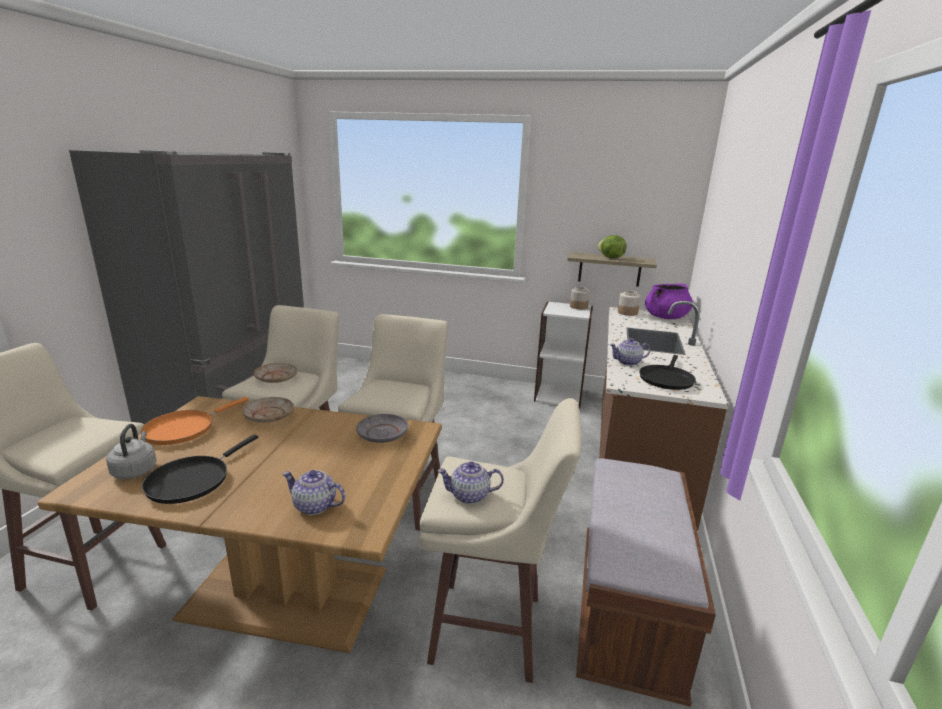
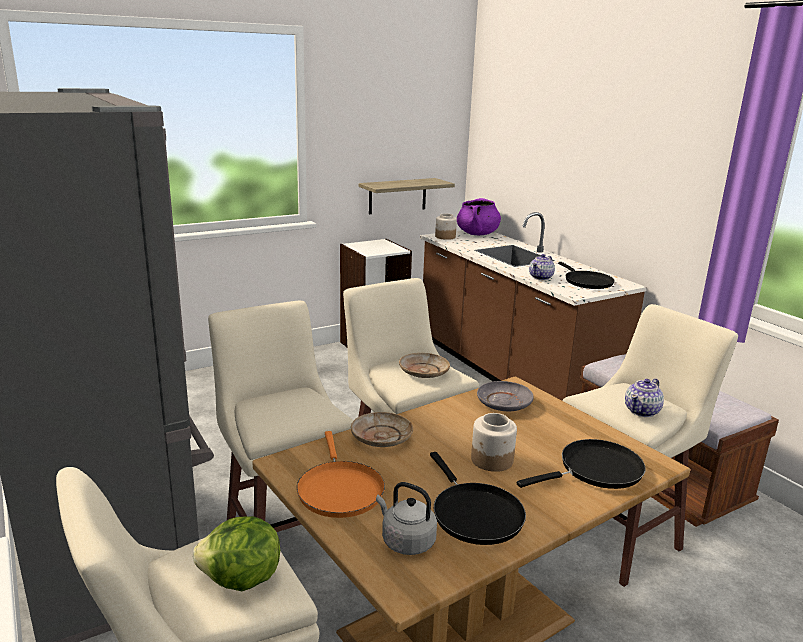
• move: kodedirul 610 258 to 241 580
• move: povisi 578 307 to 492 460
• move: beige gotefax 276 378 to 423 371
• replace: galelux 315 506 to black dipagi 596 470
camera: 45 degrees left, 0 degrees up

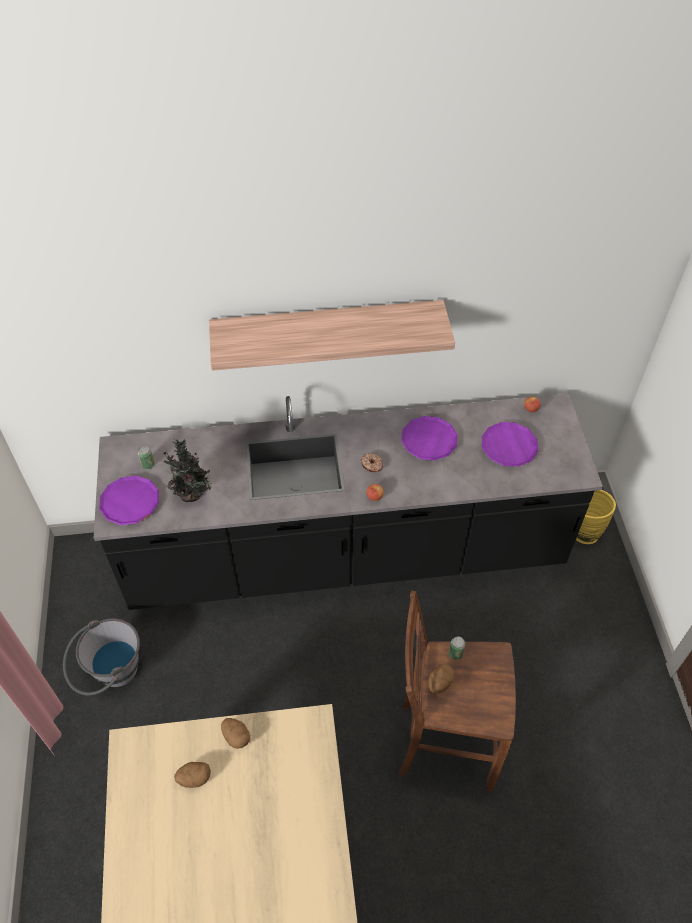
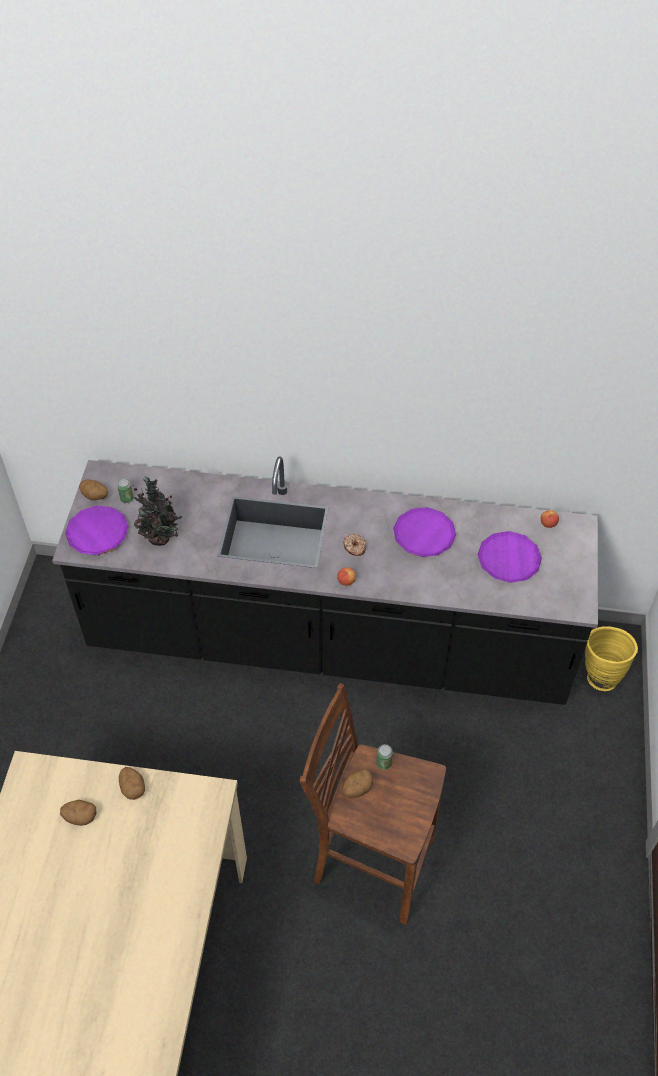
• delete: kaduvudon 327 329
• delete: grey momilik 110 673
• insert: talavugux 95 496
camera: 15 degrees right, 0 degrees up

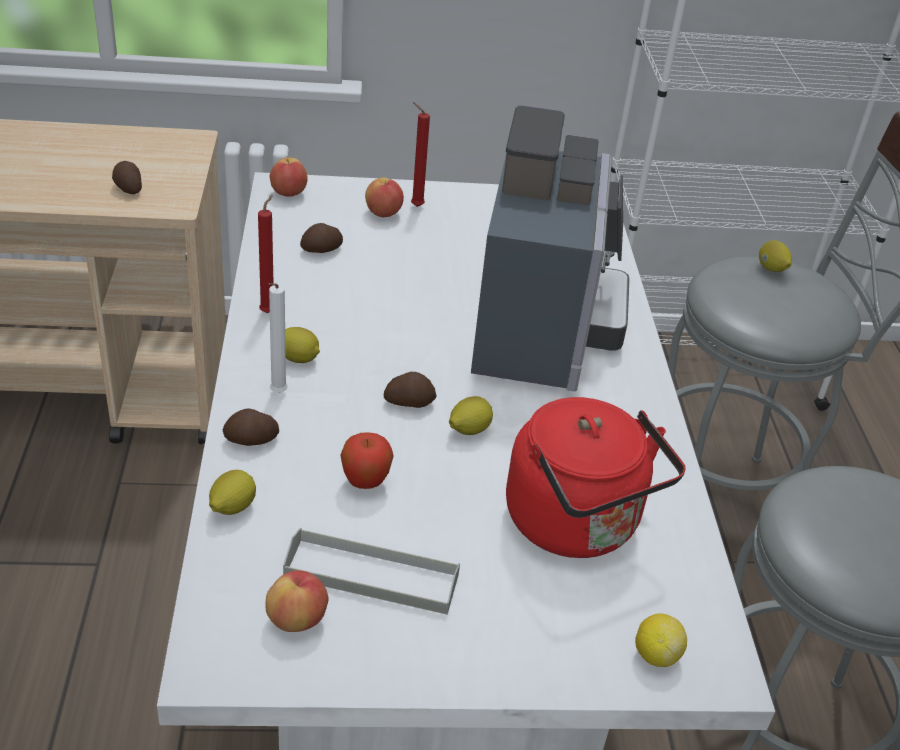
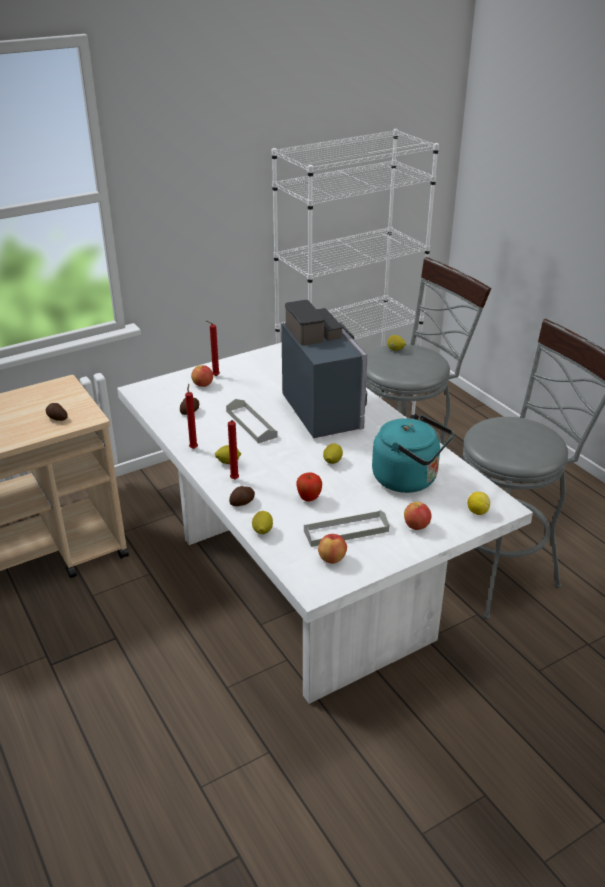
• move: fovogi 289 193 to 416 526
• recolor: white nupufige 277 394 to red nupufige 234 480
• delete: talavugux 409 401
• recolor: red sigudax 577 525 to turquoise sigudax 409 479
• insert: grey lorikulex 251 424
camera: 25 degrees left, 5 degrees down

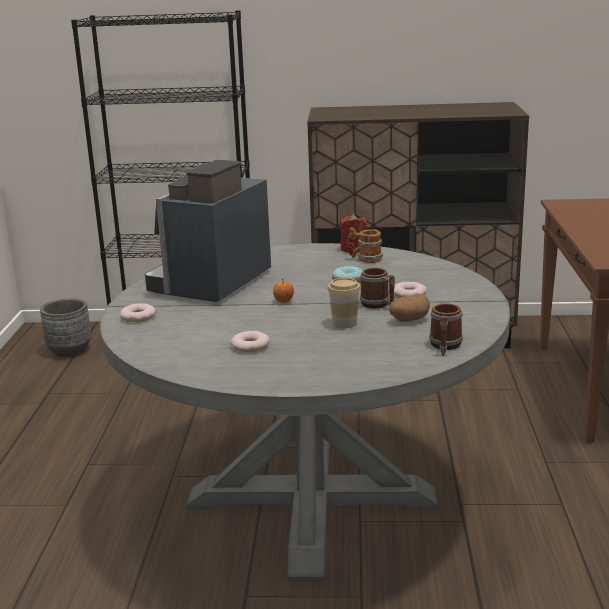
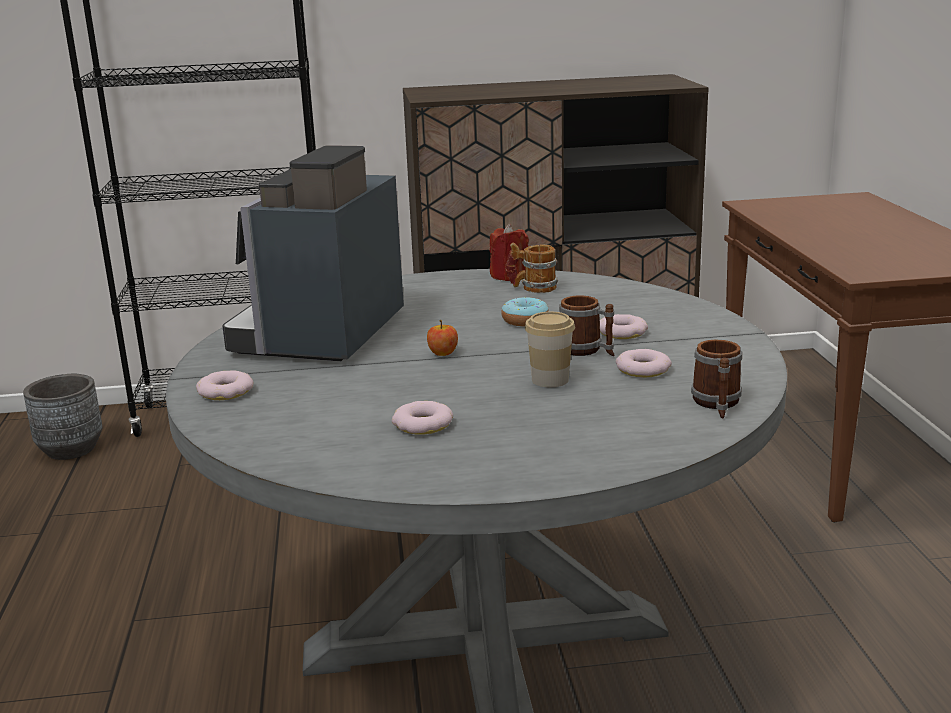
• replace: talavugux 409 320 to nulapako 642 369
camera: 10 degrees left, 0 degrees up

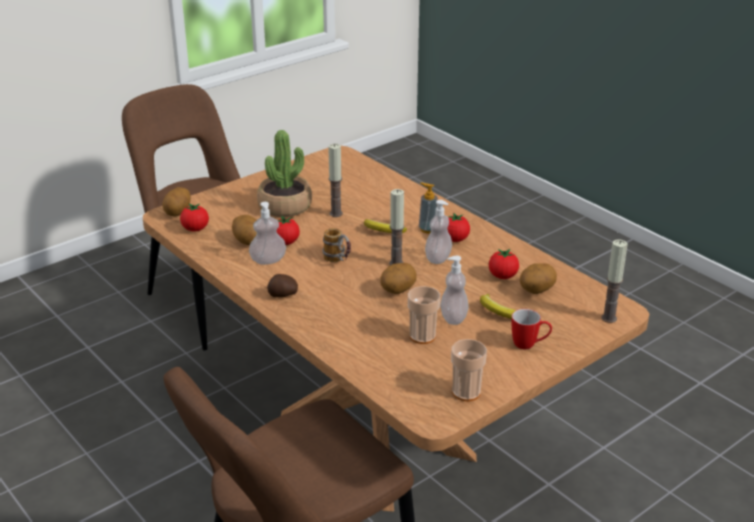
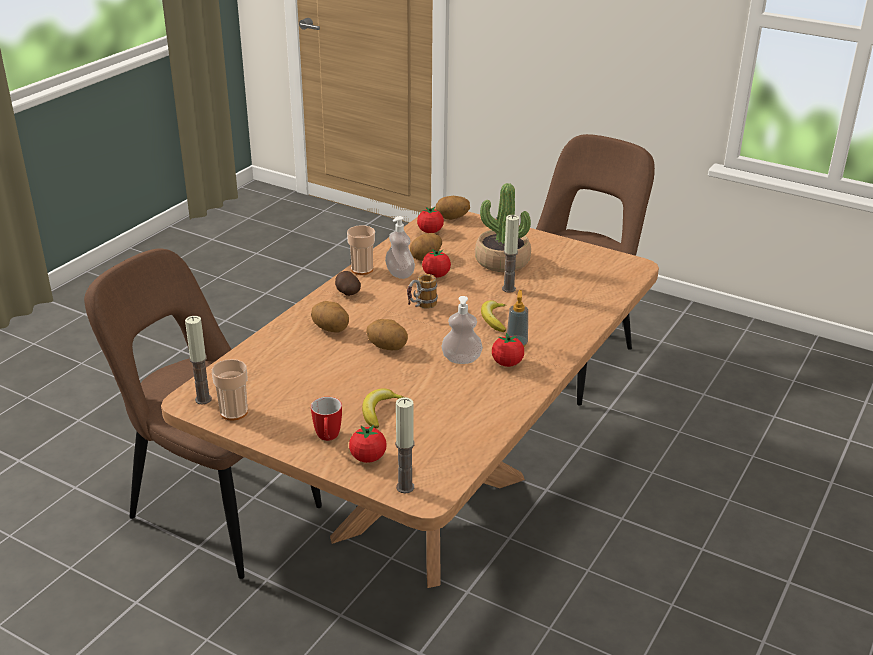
• move: nupufige 396 263 to 203 399
• move: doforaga 503 276 to 368 458
• delete: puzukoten 453 318
• move: talavugux 536 290 to 331 329
• move: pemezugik 422 336 to 362 269
camera: 70 degrees right, 0 degrees up

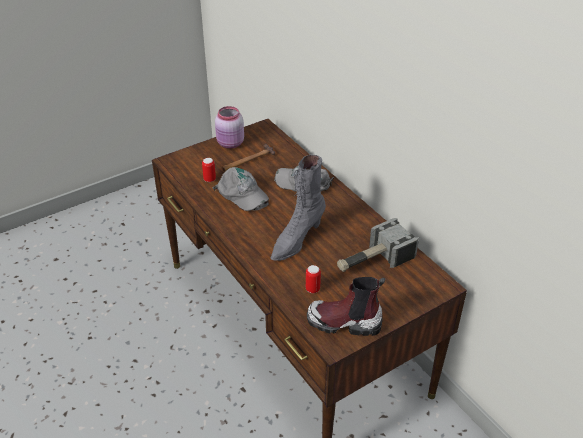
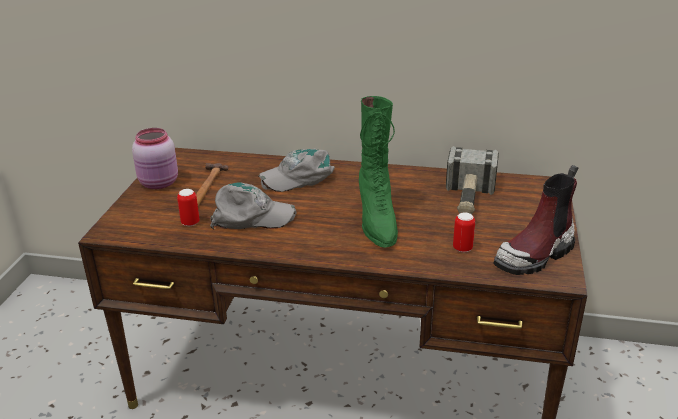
• recolor: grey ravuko 297 240 to green ravuko 377 221
camera: 45 degrees left, 10 degrees down

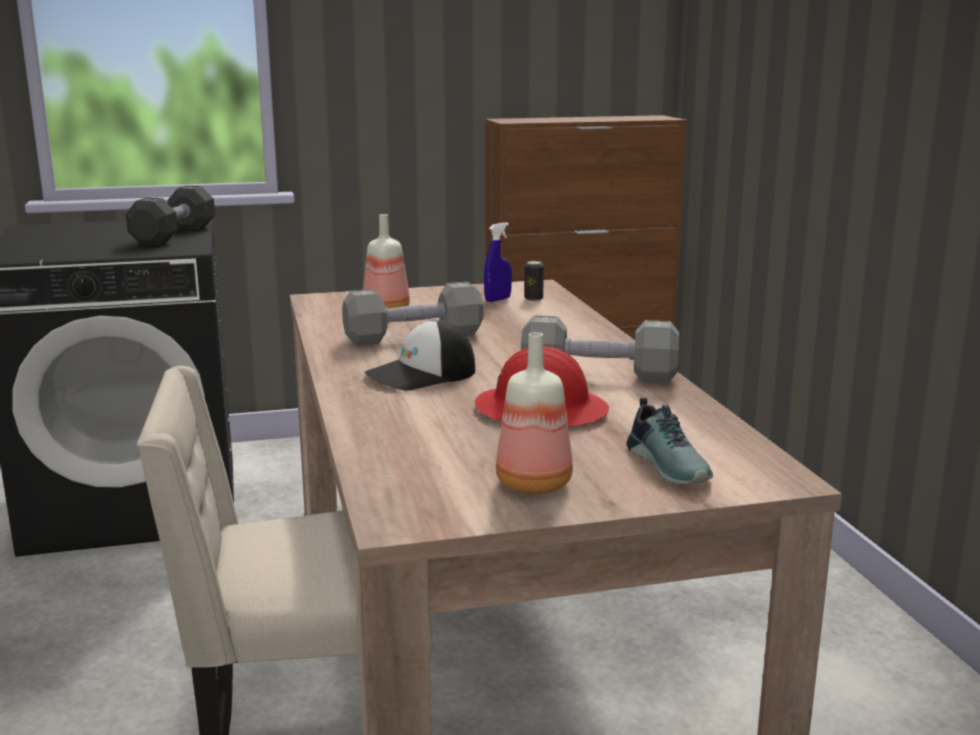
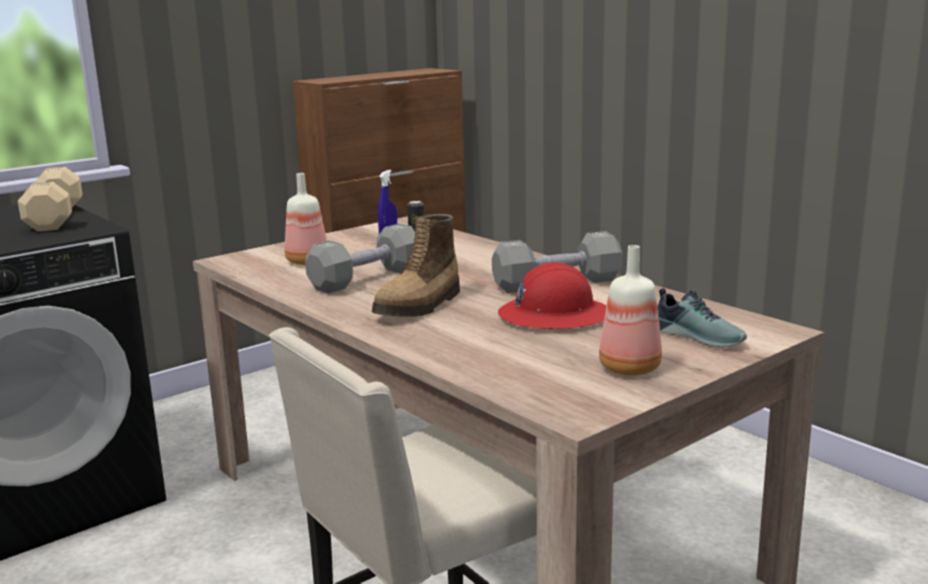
• recolor: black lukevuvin 174 235 to beige lukevuvin 55 218
• replace: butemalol 421 374 to ravuko 420 306
camera: 25 degrees left, 0 degrees up

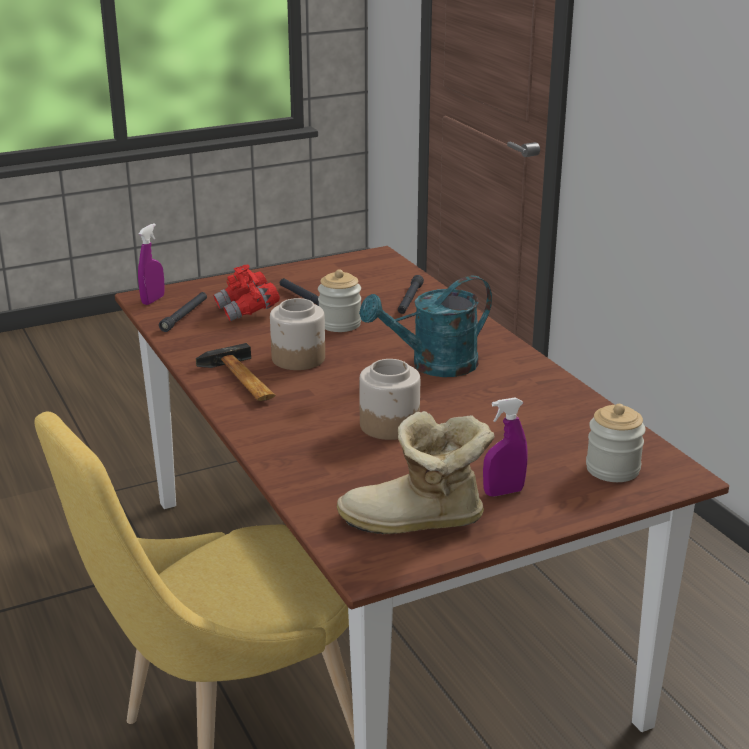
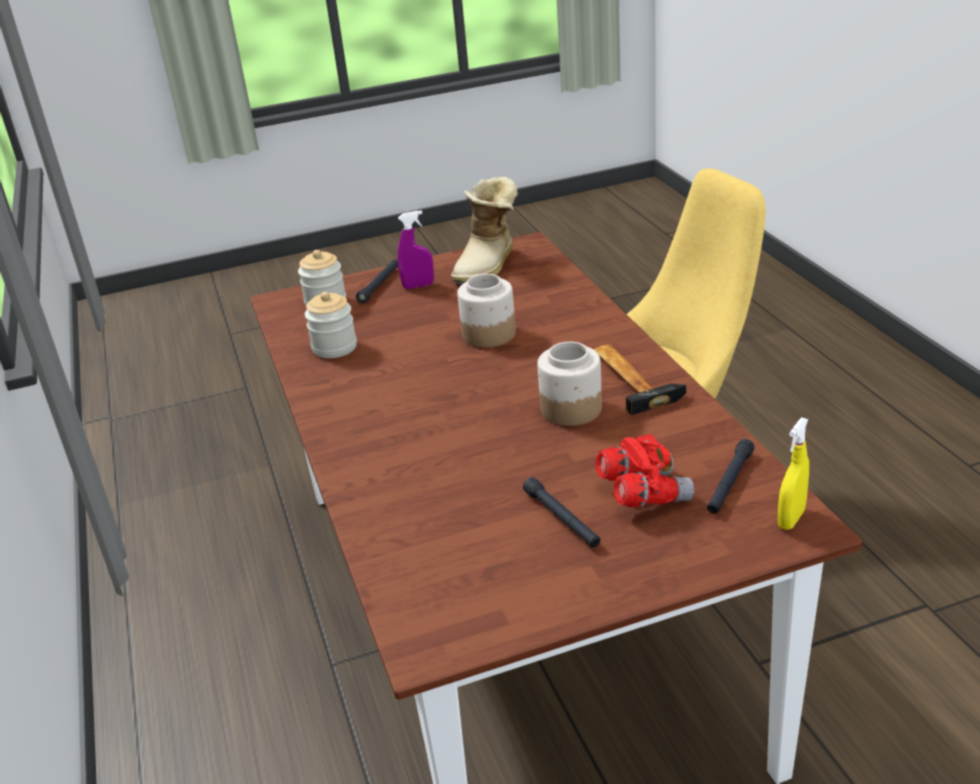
• recolor: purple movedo 153 300 to yellow movedo 791 519
• move: povisi 340 324 to 334 347
• move: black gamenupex 410 300 to 379 285
• delete: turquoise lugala 433 366
• rotate: ravuko 415 523 = 489 266 105 degrees clockwise
camera: 170 degrees left, 5 degrees up

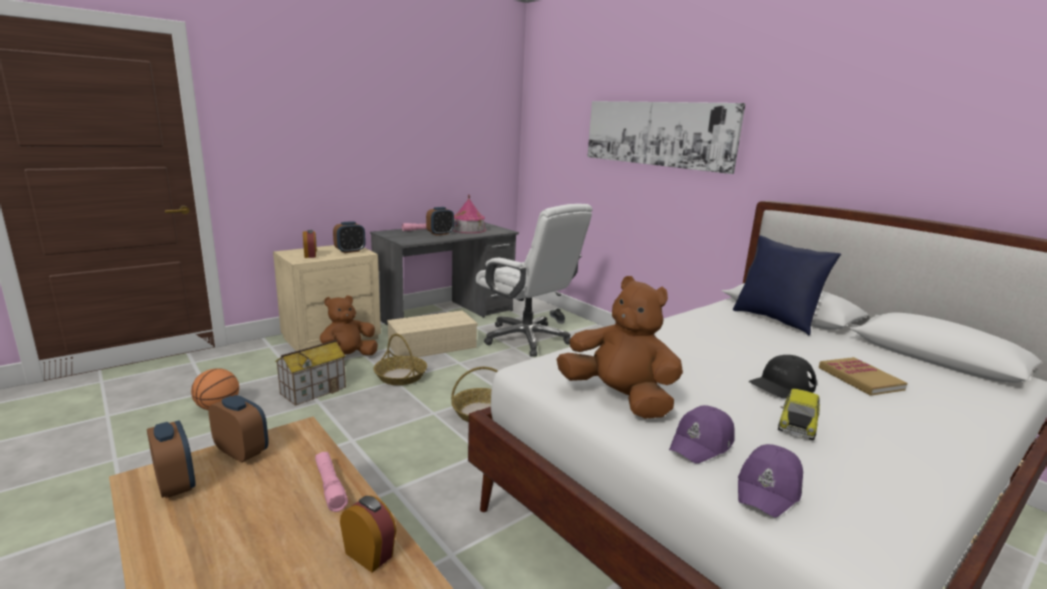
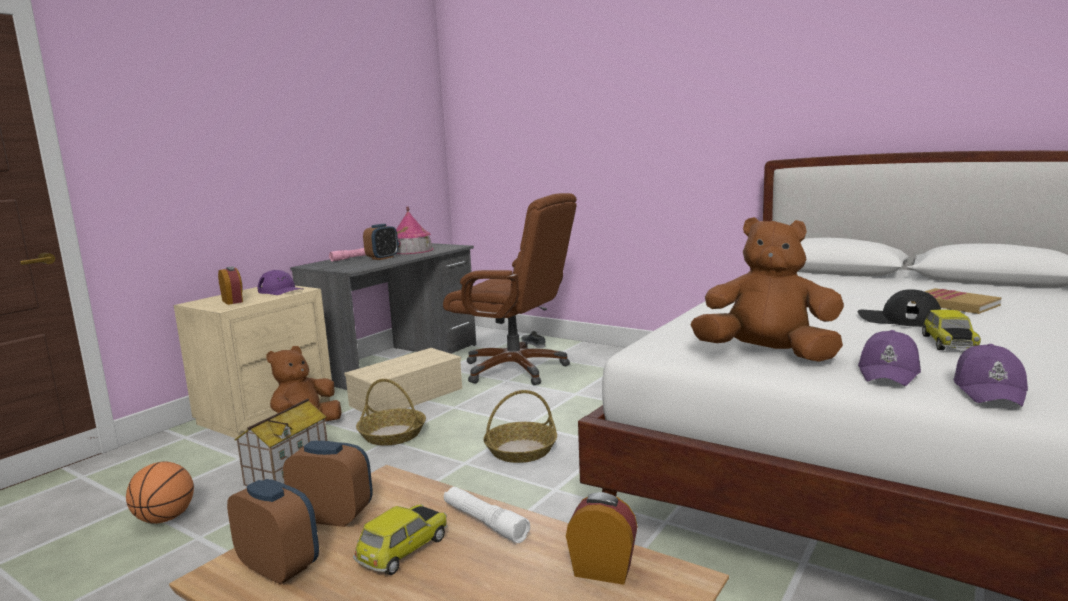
• delete: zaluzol 657 133
• recolor: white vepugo 527 339 to brown vepugo 515 369
• replace: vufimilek 350 251 to purple butemalol 280 290
• delete: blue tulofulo 775 320
• rotate: black butemalol 782 385 = 898 319 75 degrees clockwise
• recolor: pink gamenupex 330 486 to white gamenupex 484 522
• insert: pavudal 403 550
camera: 15 degrees left, 5 degrees down

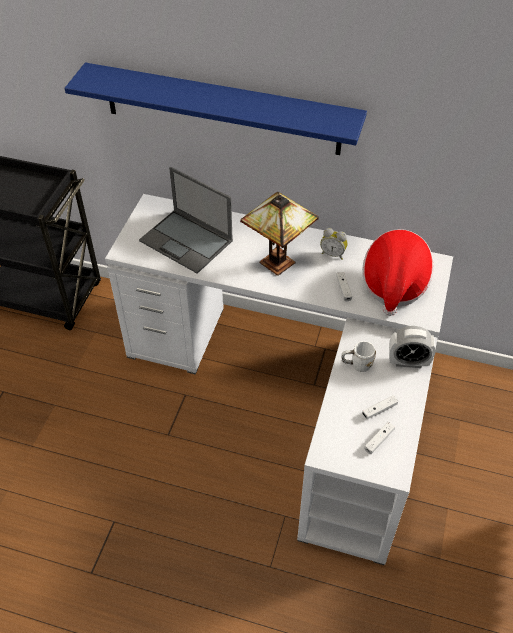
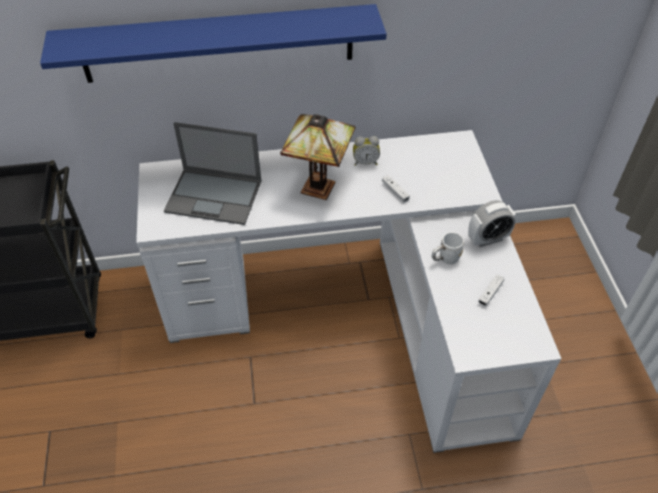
• delete: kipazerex 394 285
• delete: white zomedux 379 440
camera: 25 degrees left, 0 degrees up

